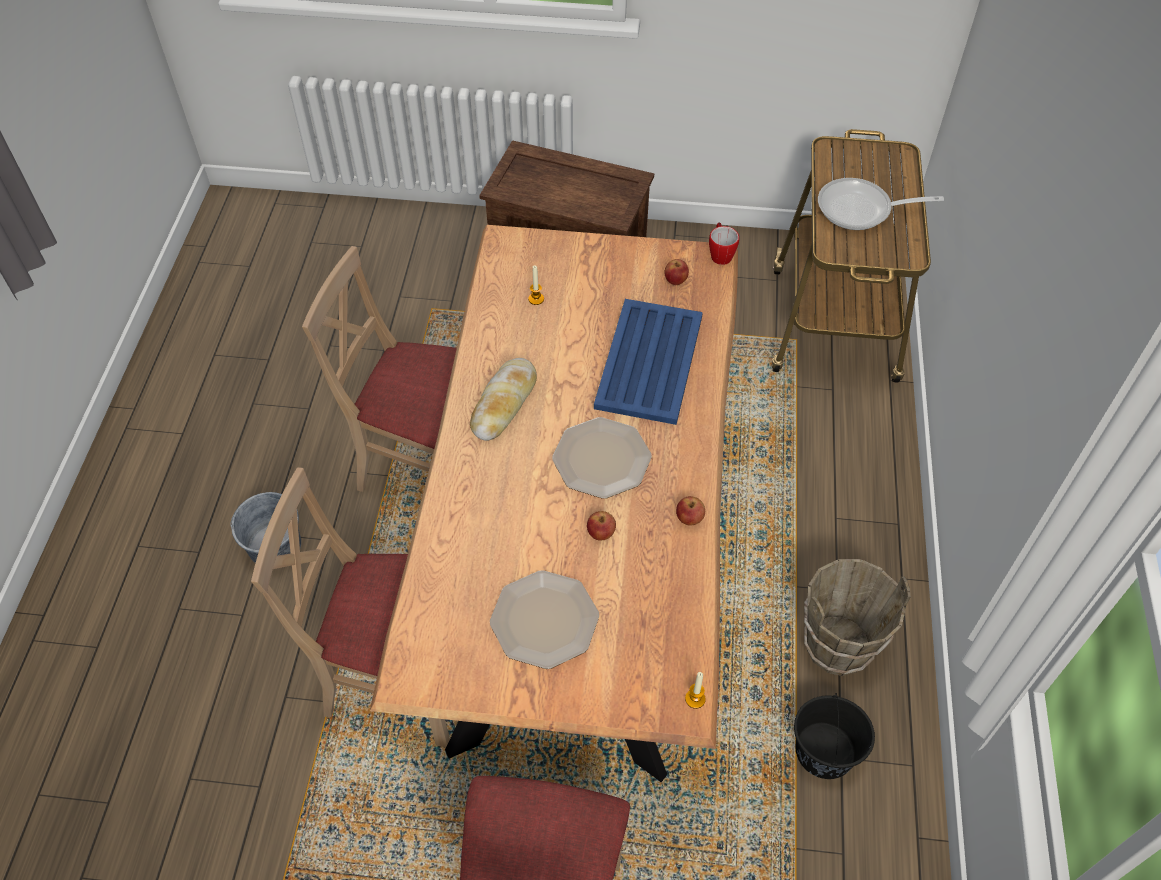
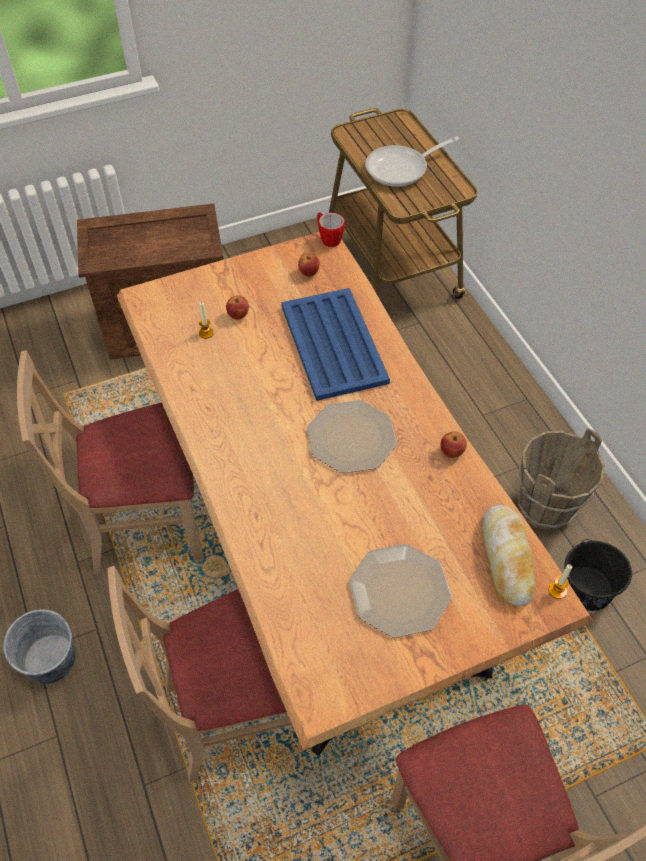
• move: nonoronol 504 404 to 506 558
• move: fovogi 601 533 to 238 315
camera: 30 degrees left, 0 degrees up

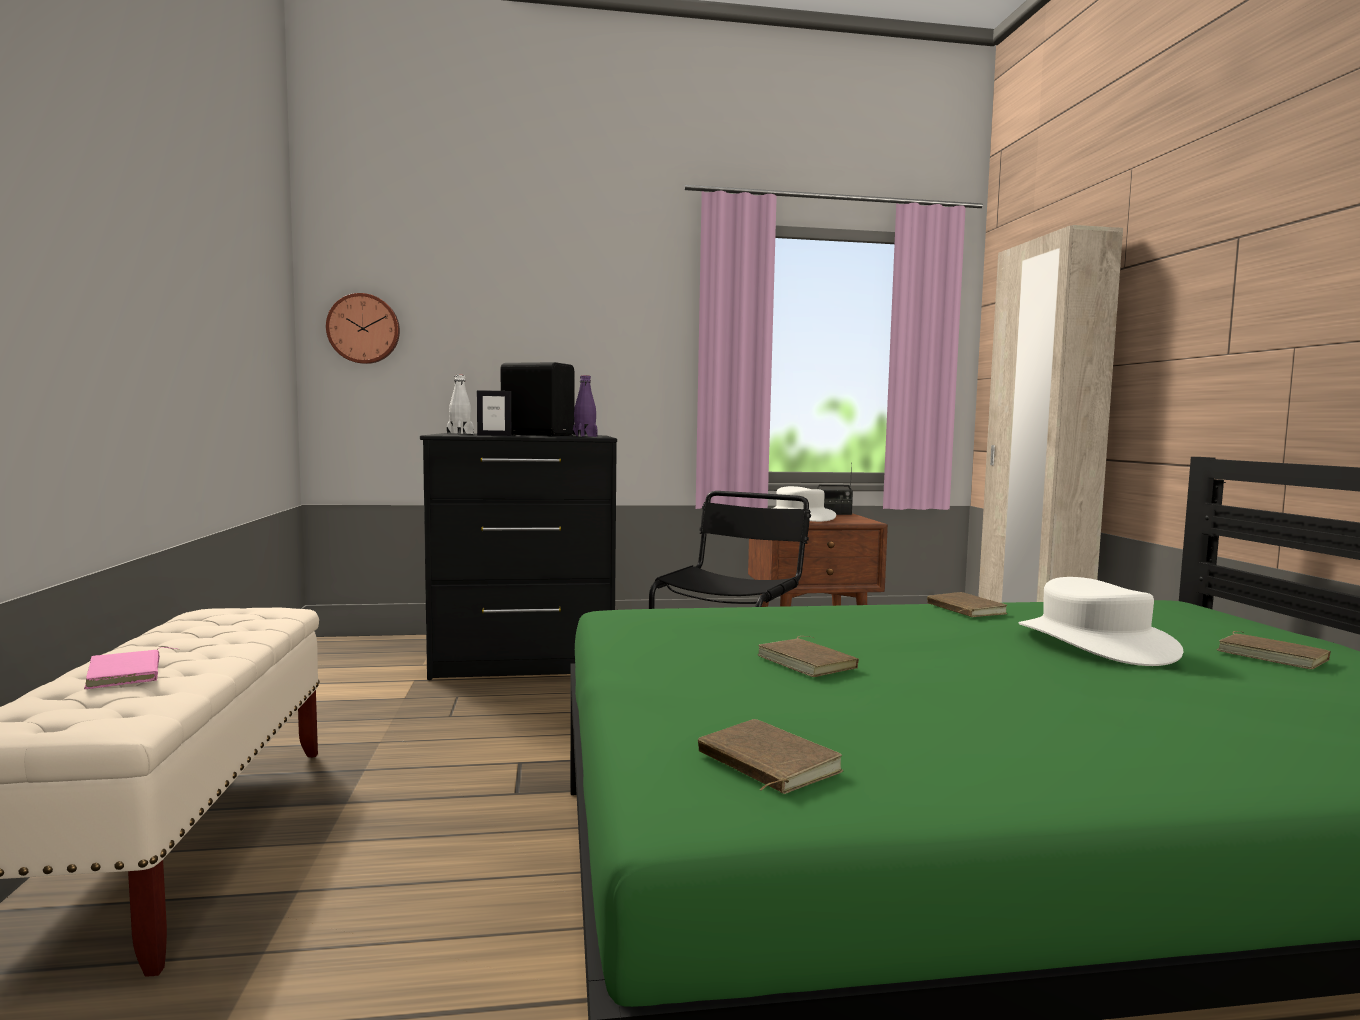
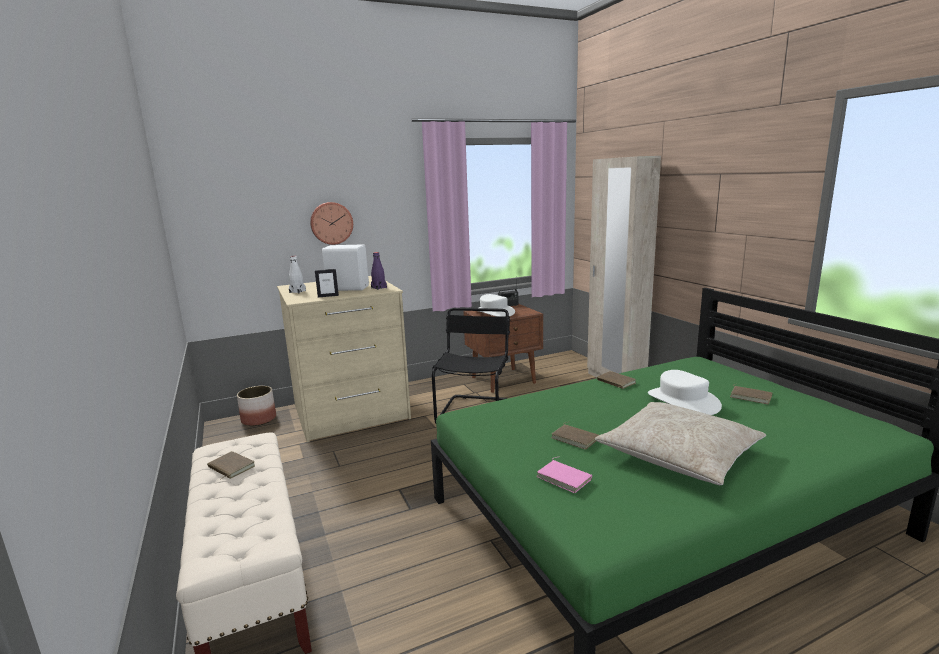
• move: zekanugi 364 329 to 331 223
• recolor: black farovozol 537 435 to white farovozol 347 288
• recolor: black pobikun 525 654 to beige pobikun 351 413
• move: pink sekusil 128 674 to 565 478
• move: brown sekusil 764 764 to 230 468
• insert: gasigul 258 419
• insert: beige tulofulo 678 454
camera: 15 degrees left, 10 degrees up

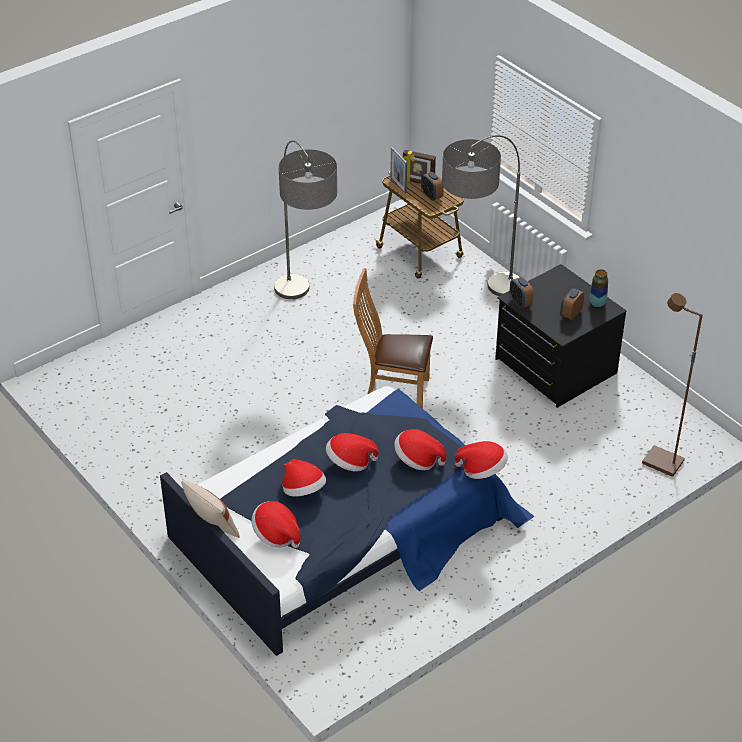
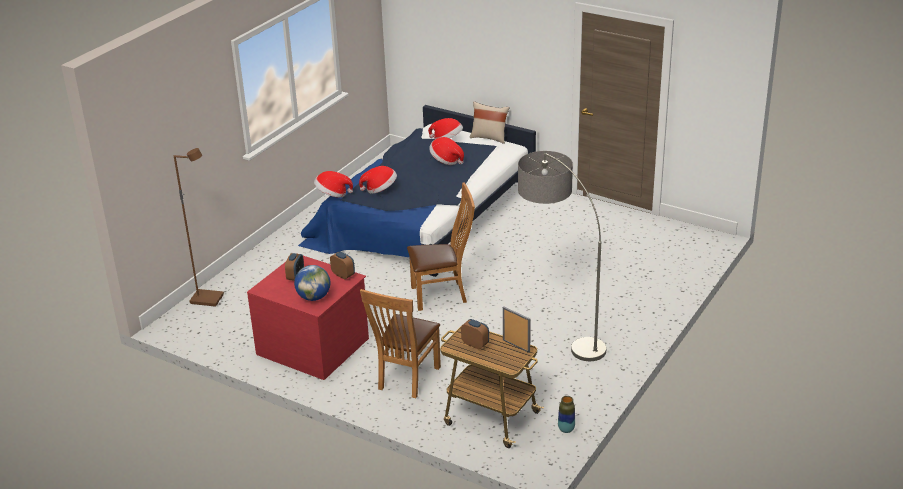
• replace: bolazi 477 306 to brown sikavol 406 380
• delete: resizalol 418 182
• recolor: black pobikun 554 366 to red pobikun 314 345
• move: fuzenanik 597 303 to 566 429
• delete: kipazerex 350 462
• insert: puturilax 313 297
camera: 160 degrees right, 10 degrees down

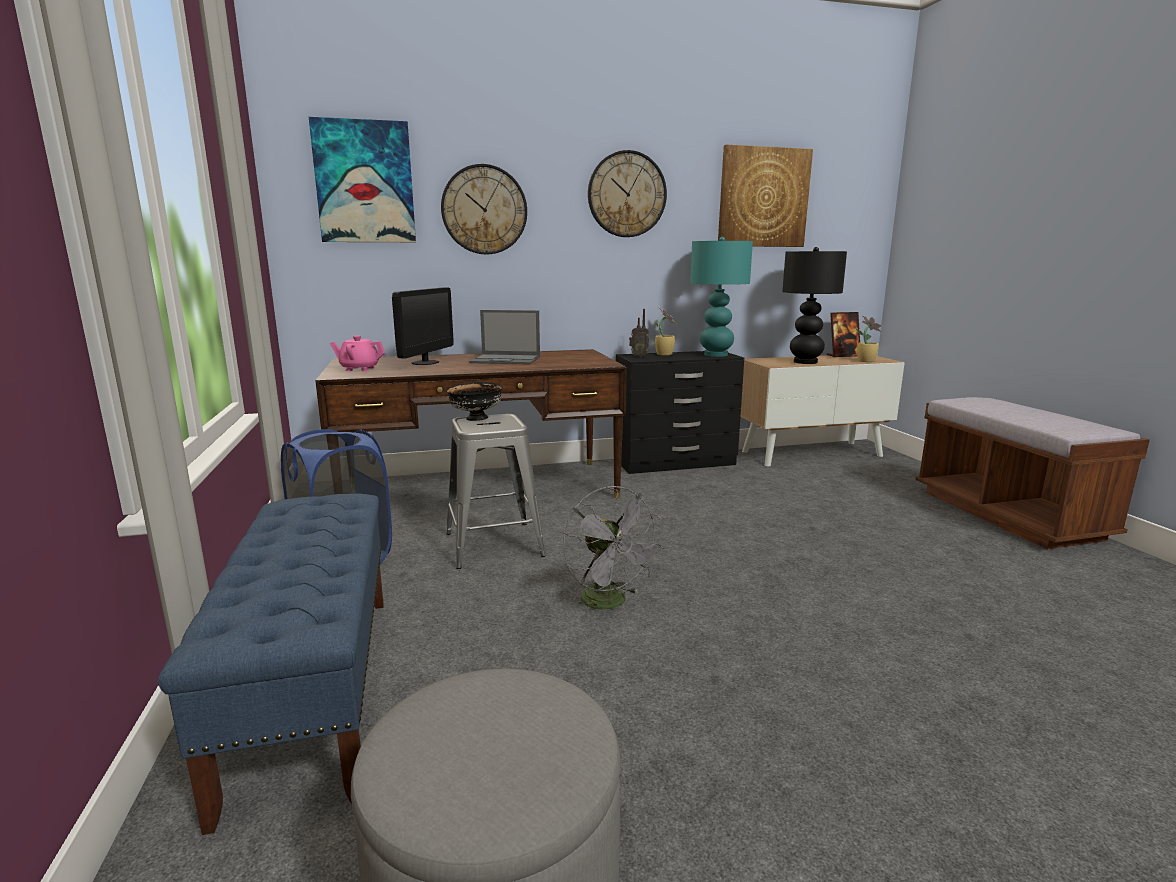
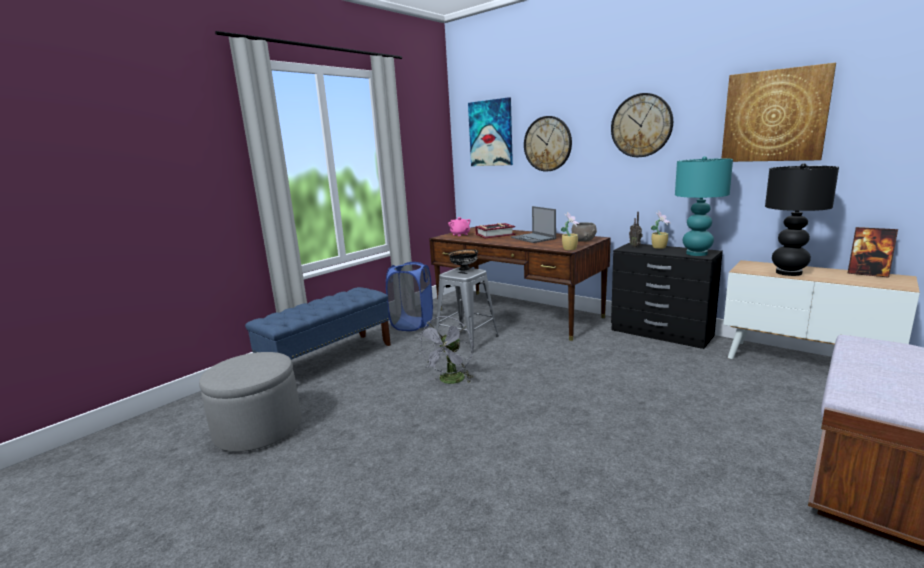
• replace: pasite 425 362 to sekusil 495 234
• move: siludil 865 361 to 570 249
• insert: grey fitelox 584 240
camera: 55 degrees right, 0 degrees up

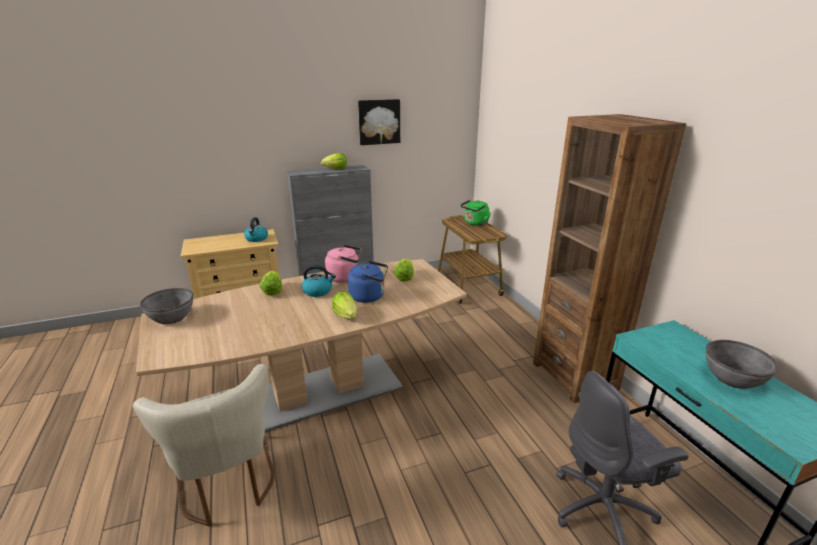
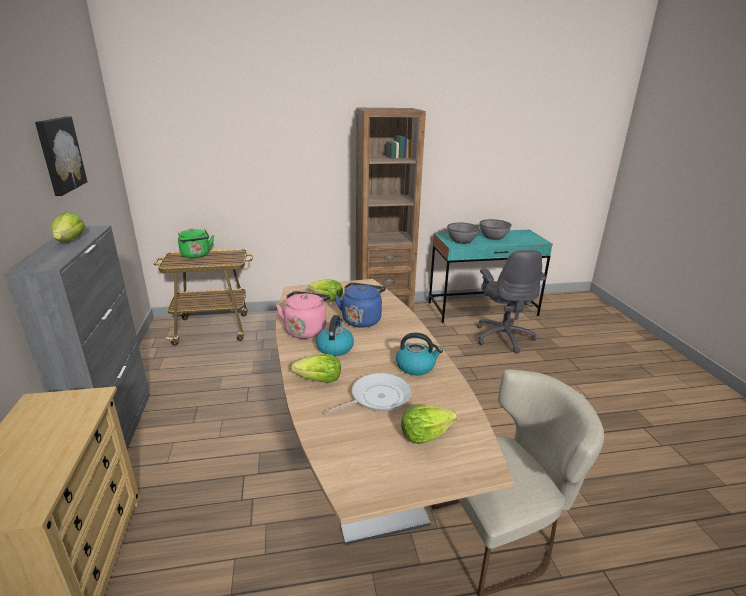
• move: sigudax 256 239 to 416 366
• move: grey fitelox 172 317 to 461 241
• move: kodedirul 346 315 to 424 435
• insert: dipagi 377 398
camera: 80 degrees left, 0 degrees up

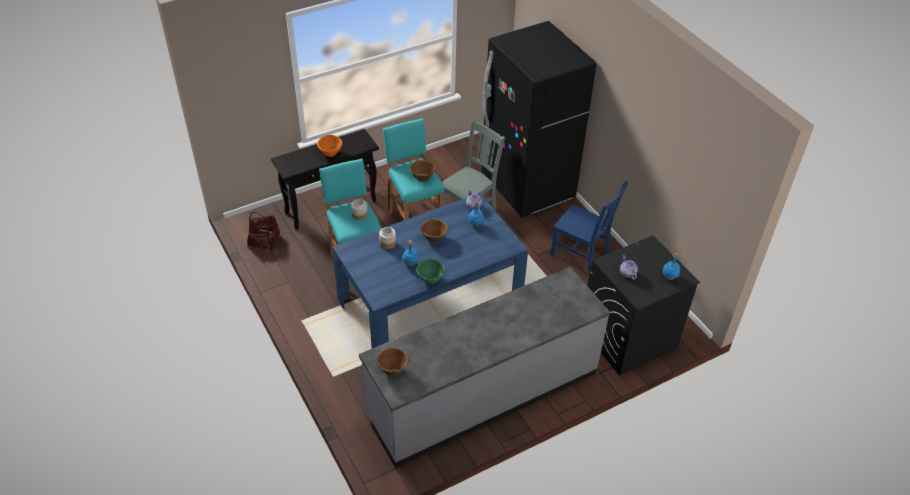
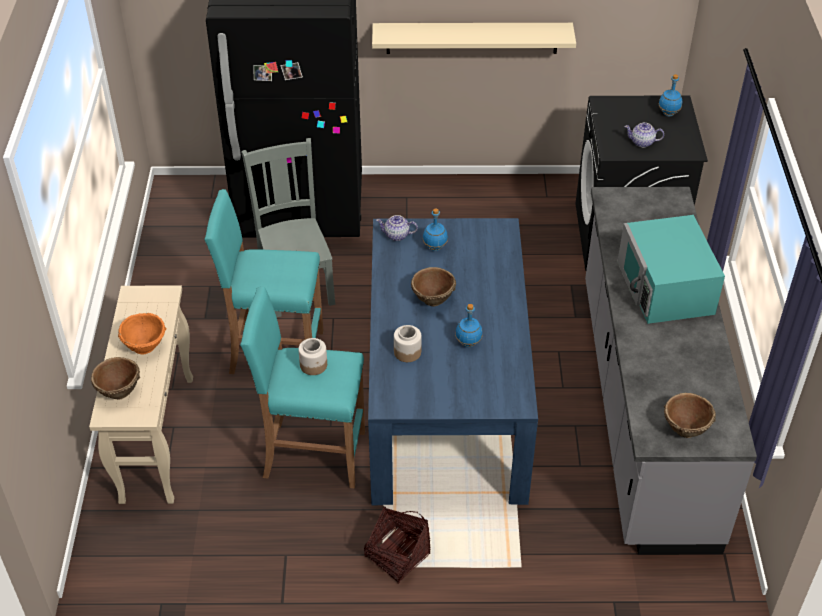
• recolor: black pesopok 331 206 to beige pesopok 157 437
• move: brown fitelox 422 178 to 119 391
• delete: blue sikavol 582 254
• move: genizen 264 240 to 397 555
• delete: green fitelox 431 279
• insert: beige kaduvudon 472 38
• insert: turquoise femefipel 666 288
camera: 60 degrees left, 0 degrees up

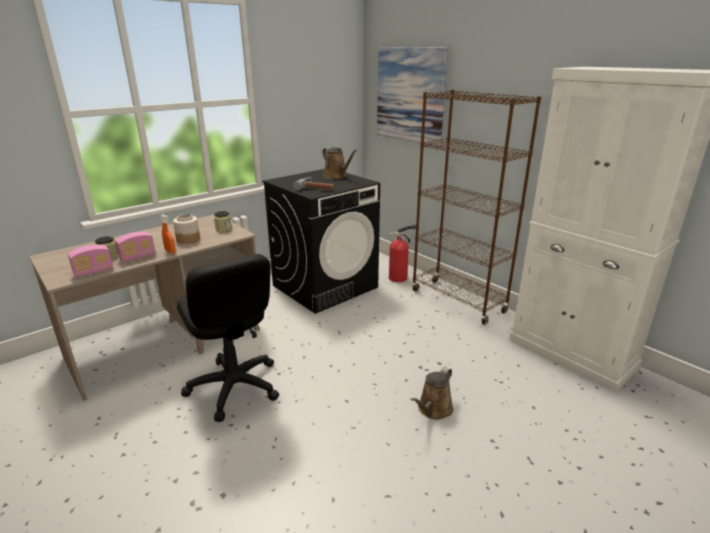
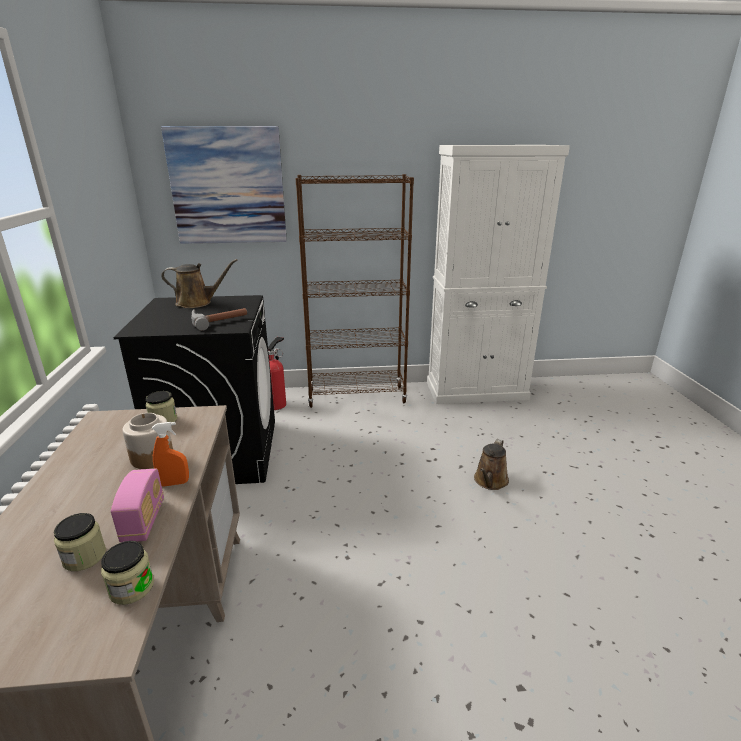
• replace: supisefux 93 272 to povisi 132 587
• delete: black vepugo 234 387
• rotate: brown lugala 433 410 = 490 481 45 degrees clockwise
camera: 55 degrees left, 0 degrees up

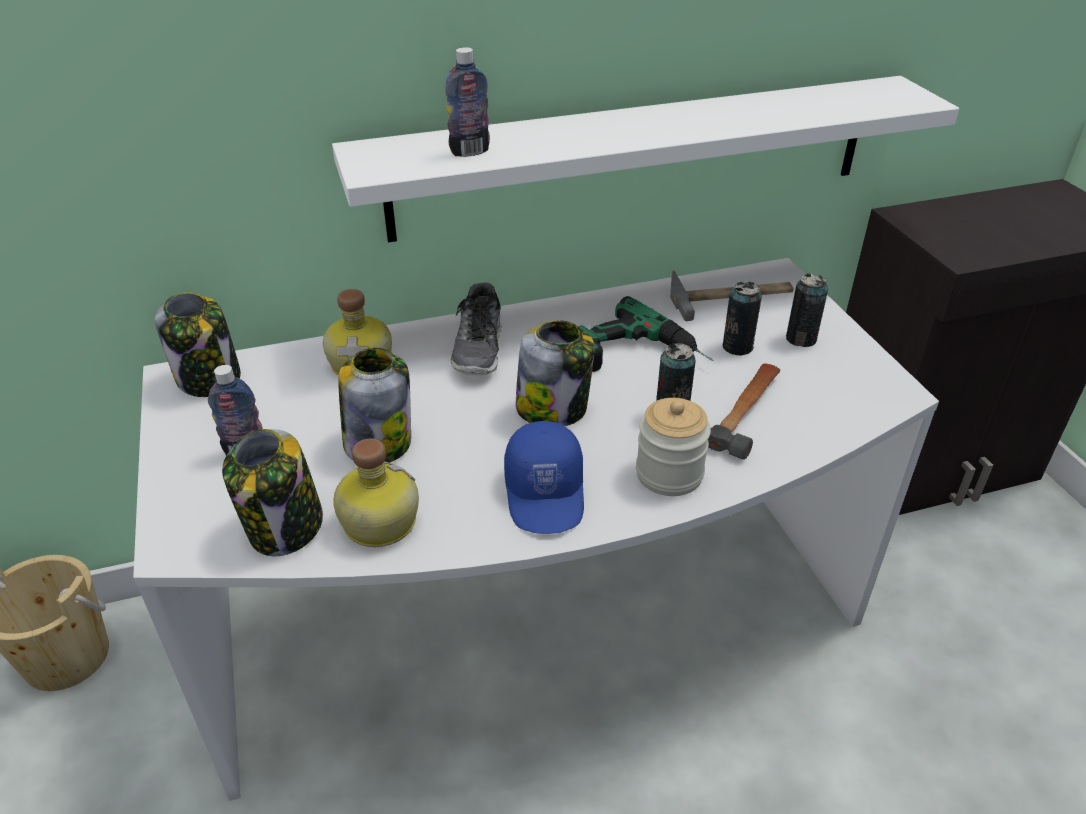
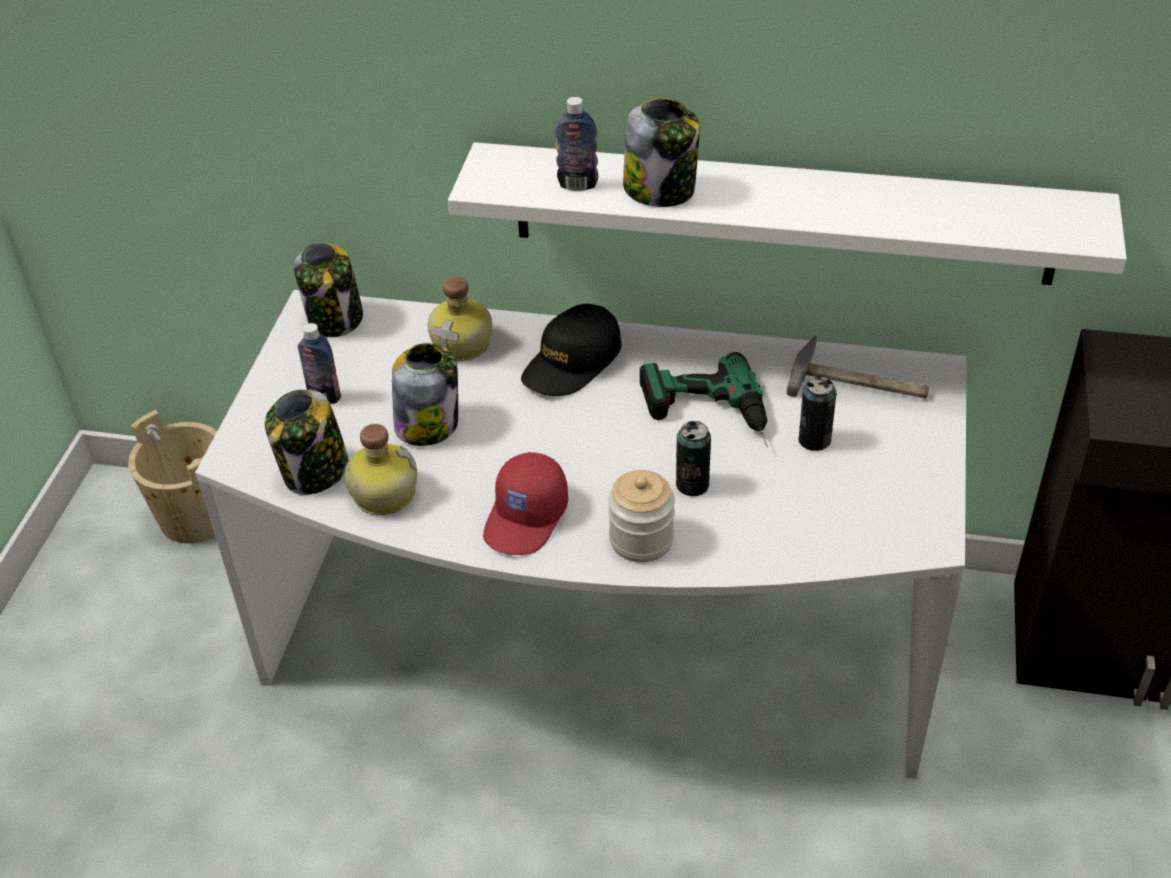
• delete: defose 801 339
• replace: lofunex 479 349 to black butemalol 572 362
• move: povisi 553 408 to 661 190
• delete: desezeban 745 412
• recolor: blue butemalol 546 493 to red butemalol 527 518
camera: 30 degrees right, 5 degrees up

